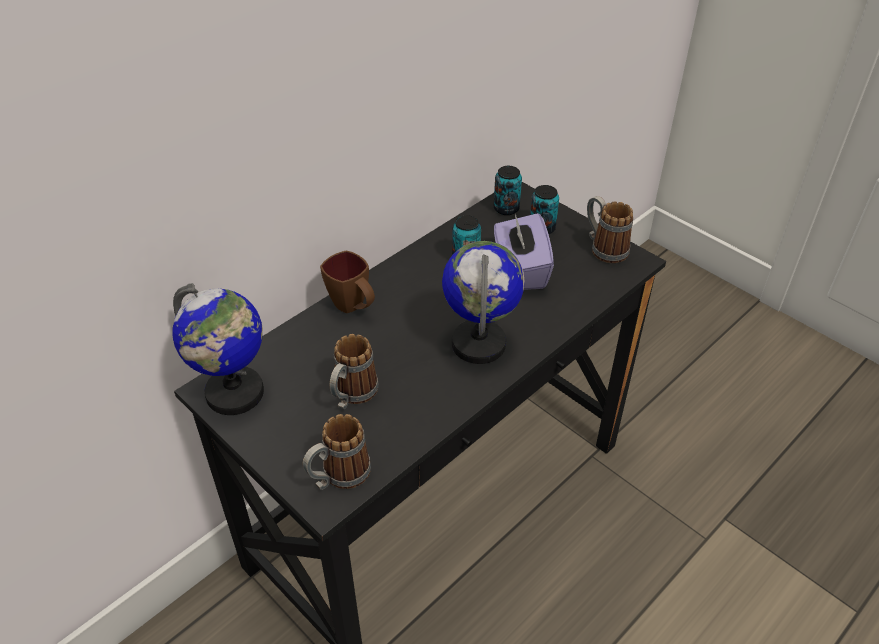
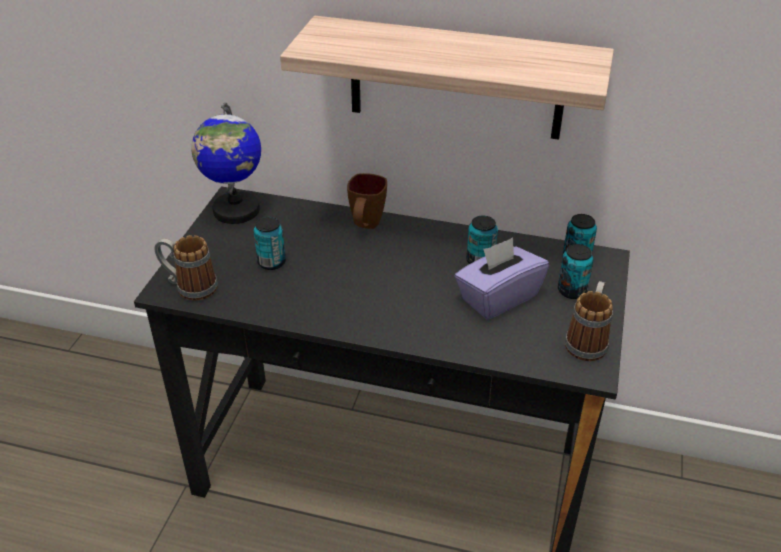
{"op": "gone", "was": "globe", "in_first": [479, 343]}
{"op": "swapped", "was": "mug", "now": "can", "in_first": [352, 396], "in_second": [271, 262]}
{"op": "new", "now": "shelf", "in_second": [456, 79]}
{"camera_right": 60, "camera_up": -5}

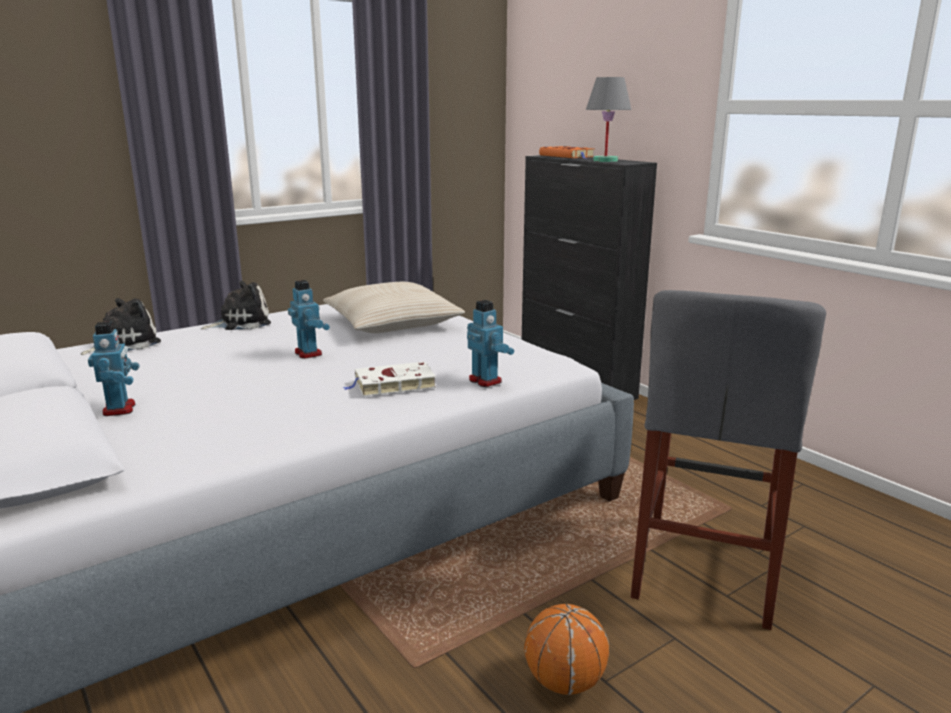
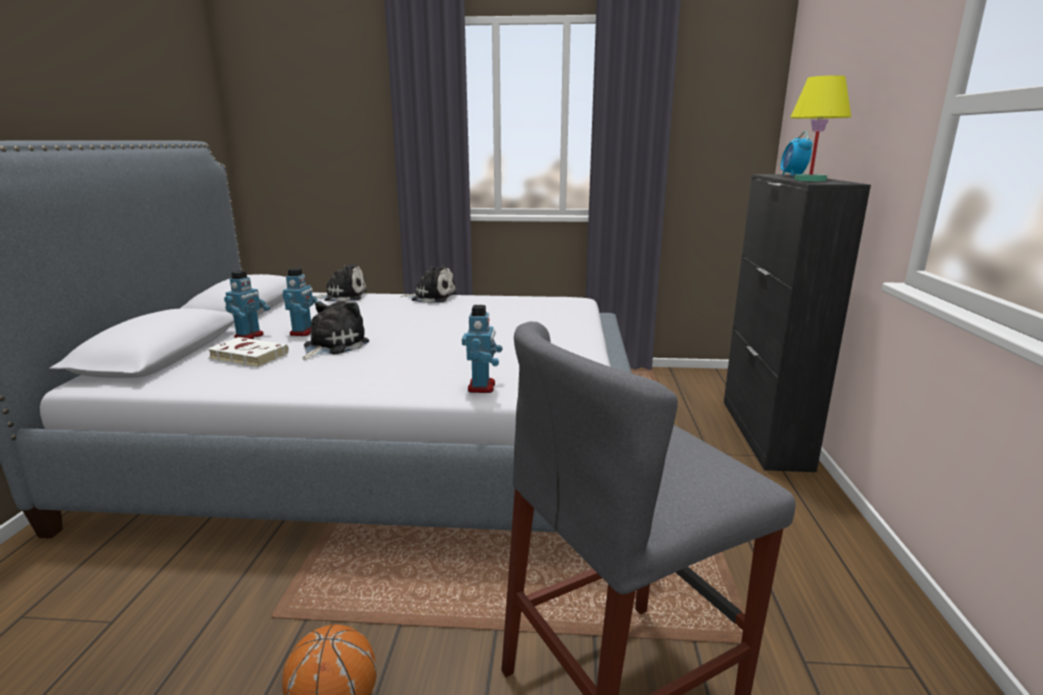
{"op": "repainted", "was": "table lamp in grey", "now": "table lamp in yellow", "in_first": [605, 160], "in_second": [810, 180]}
{"op": "swapped", "was": "book in orange", "now": "alarm clock", "in_first": [568, 156], "in_second": [793, 176]}
{"op": "shifted", "was": "toy robot", "in_first": [309, 353], "in_second": [303, 332]}
{"op": "gone", "was": "pillow in beige", "in_first": [392, 323]}
{"op": "shifted", "was": "book in white", "in_first": [392, 384], "in_second": [247, 356]}
{"op": "new", "now": "plush toy", "in_second": [332, 346]}
{"camera_right": 40, "camera_up": 0}

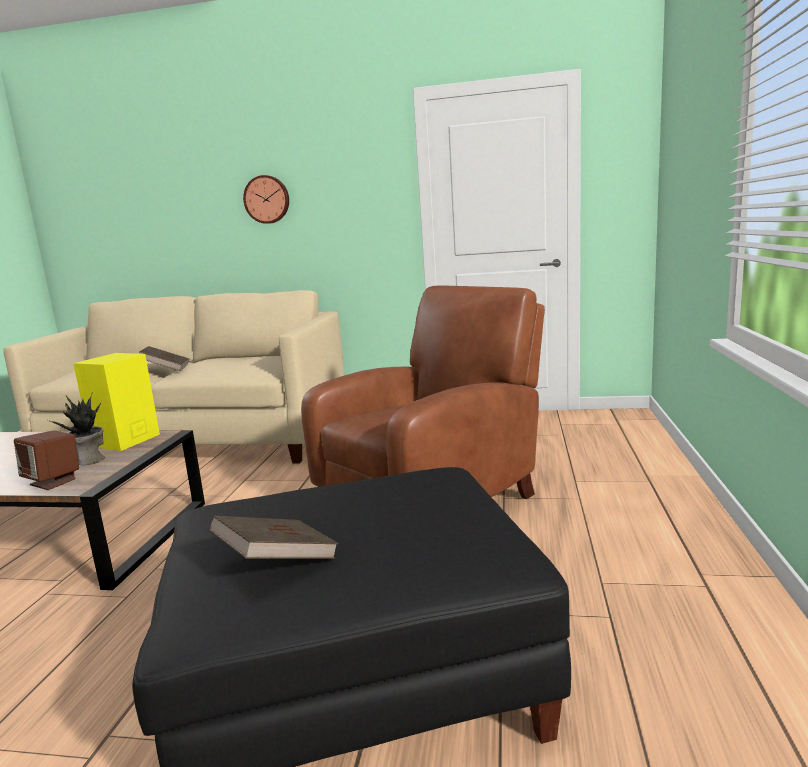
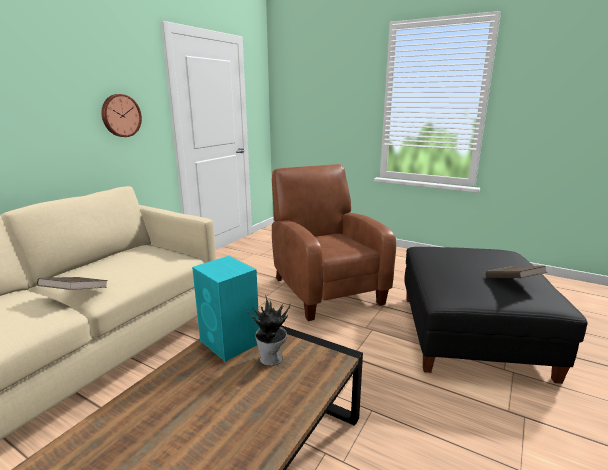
{"op": "shifted", "was": "wall clock", "in_first": [267, 199], "in_second": [120, 115]}
{"op": "repainted", "was": "speaker in yellow", "now": "speaker in turquoise", "in_first": [124, 441], "in_second": [230, 342]}
{"op": "gone", "was": "speaker in brown", "in_first": [54, 481]}
{"camera_right": -70, "camera_up": 5}

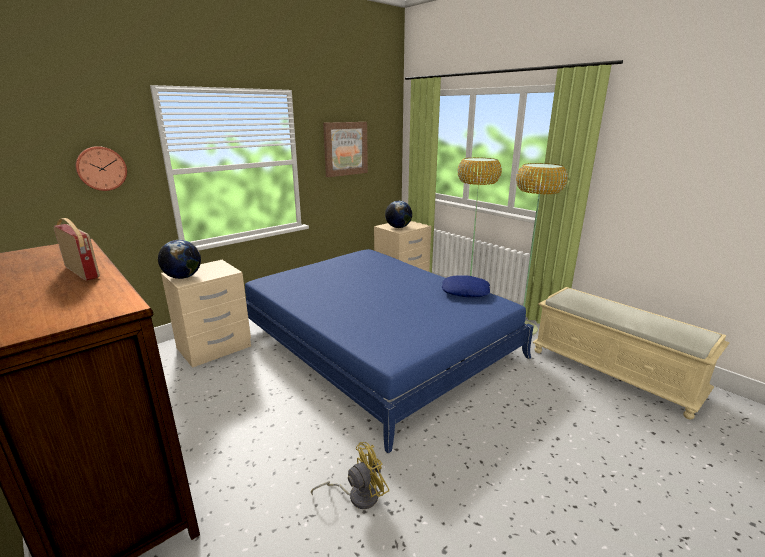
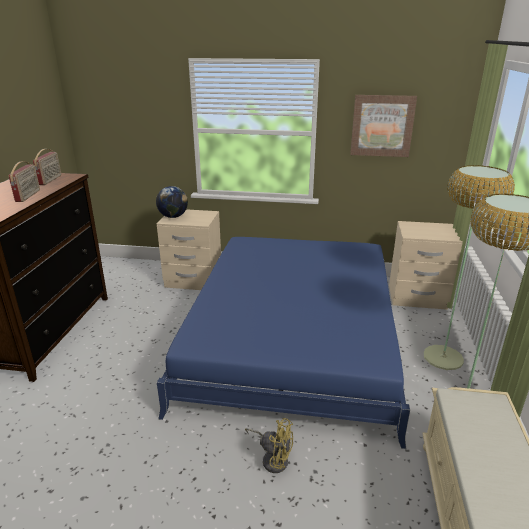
{"op": "gone", "was": "wall clock", "in_first": [101, 168]}
{"op": "gone", "was": "globe", "in_first": [398, 227]}
{"op": "gone", "was": "pillow in blue", "in_first": [465, 291]}
{"op": "shifted", "was": "fan in yellow", "in_first": [357, 495], "in_second": [273, 458]}
{"op": "new", "now": "radio", "in_second": [50, 180]}
{"camera_right": 50, "camera_up": 5}

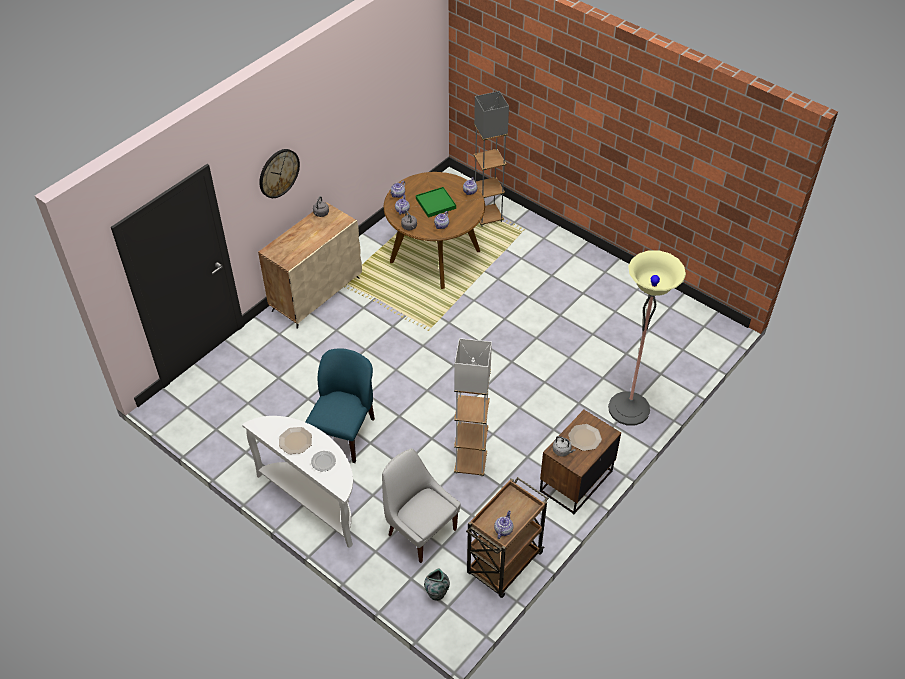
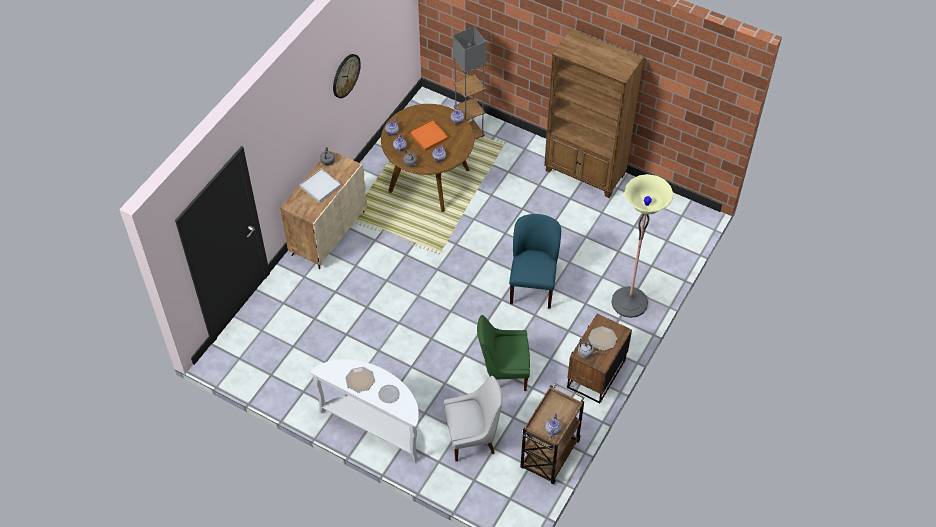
{"op": "shifted", "was": "wall clock", "in_first": [278, 173], "in_second": [345, 75]}
{"op": "repainted", "was": "tray in green", "now": "tray in orange", "in_first": [435, 203], "in_second": [428, 136]}
{"op": "swapped", "was": "floor lamp in white", "now": "chair in green", "in_first": [470, 464], "in_second": [503, 372]}
{"op": "shifted", "was": "chair in blue", "in_first": [344, 433], "in_second": [532, 285]}
{"op": "rotated", "was": "chair in white", "in_first": [420, 530], "in_second": [472, 438], "clockwise": 135}
{"op": "gone", "was": "vase", "in_first": [437, 593]}
{"op": "new", "now": "bookcase in brown", "in_second": [585, 173]}
{"op": "new", "now": "tray in white", "in_second": [320, 187]}
{"camera_right": -10, "camera_up": 5}

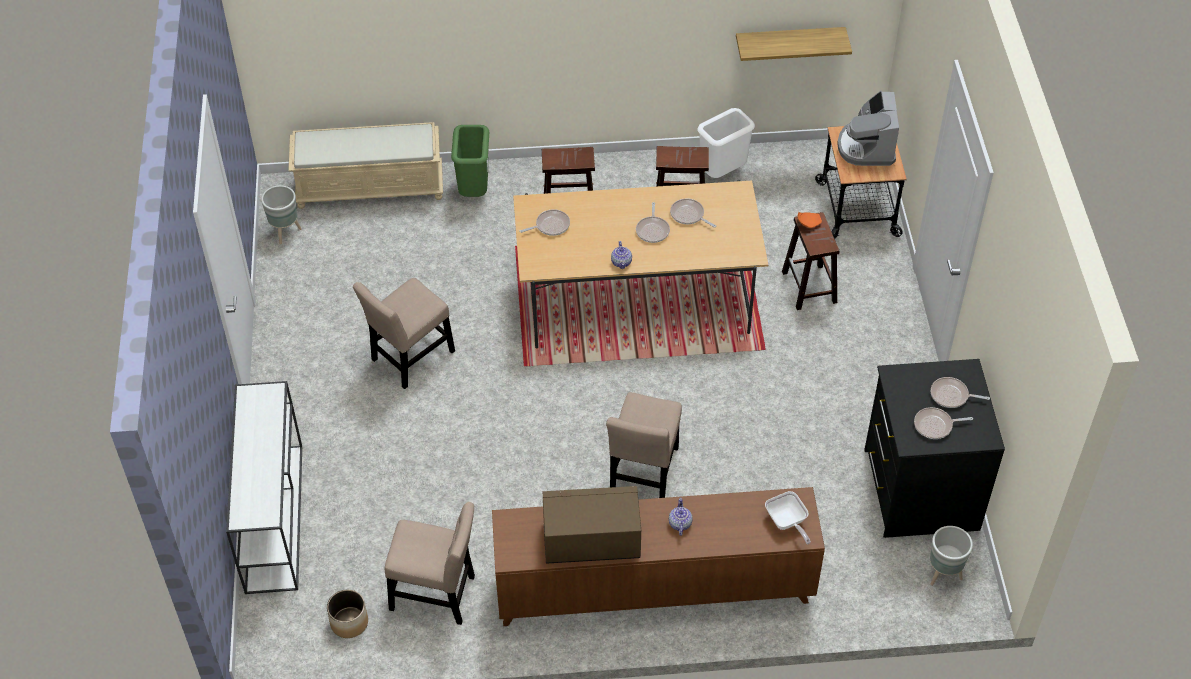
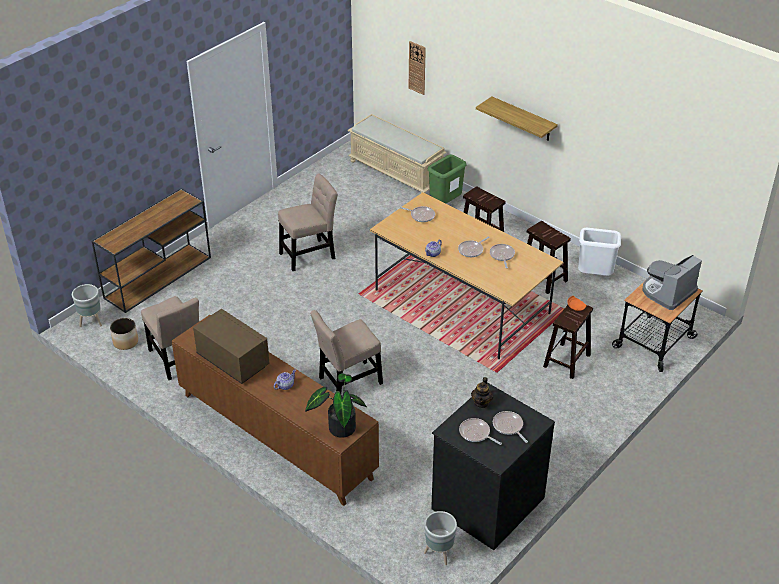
{"op": "shifted", "was": "shelf", "in_first": [789, 41], "in_second": [523, 119]}
{"op": "shifted", "was": "planter in grey", "in_first": [285, 232], "in_second": [91, 322]}
{"op": "rotated", "was": "chair in beige", "in_first": [410, 358], "in_second": [310, 254], "clockwise": 150}
{"op": "repainted", "was": "console table in white", "now": "console table in brown", "in_first": [274, 516], "in_second": [159, 277]}
{"op": "swapped", "was": "frying pan", "now": "potted plant", "in_first": [787, 523], "in_second": [339, 427]}
{"op": "new", "now": "wall clock", "in_second": [417, 67]}
{"op": "new", "now": "teapot", "in_second": [481, 403]}
{"camera_right": 45, "camera_up": -10}

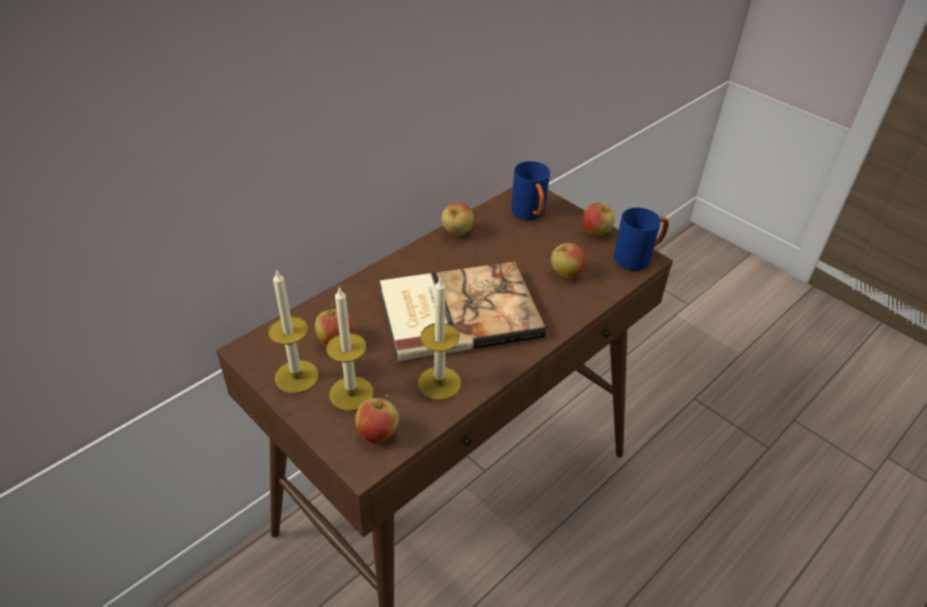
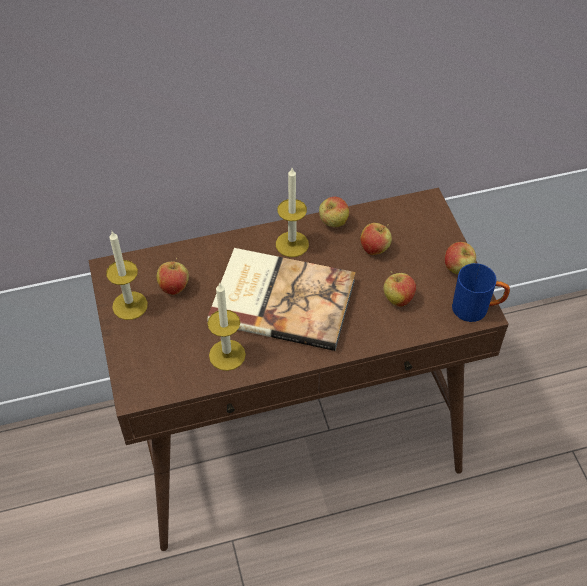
{"op": "gone", "was": "mug in blue", "in_first": [530, 215]}
{"op": "shifted", "was": "candle", "in_first": [351, 393], "in_second": [292, 244]}
{"op": "shifted", "was": "apple", "in_first": [378, 434], "in_second": [374, 249]}
{"camera_right": 30, "camera_up": 10}

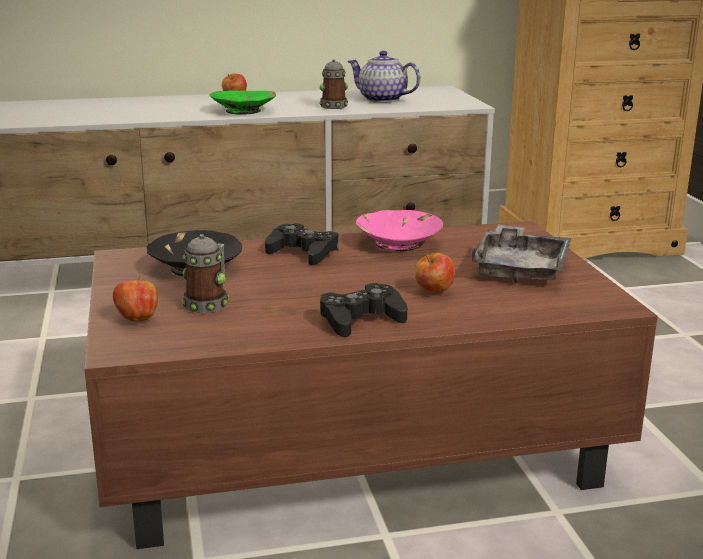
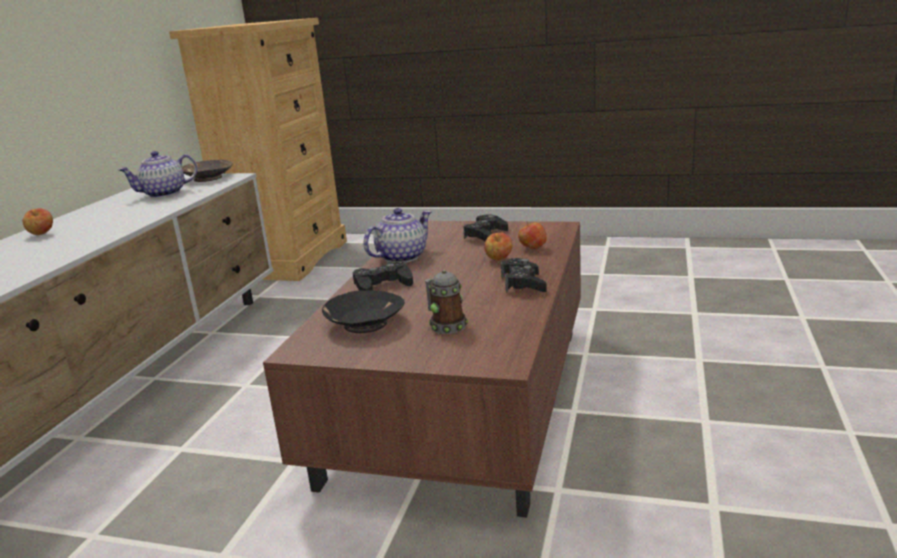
{"op": "gone", "was": "mug", "in_first": [332, 106]}
{"op": "gone", "was": "bowl in green", "in_first": [243, 111]}
{"op": "swapped", "was": "bowl in pink", "now": "teapot", "in_first": [398, 243], "in_second": [401, 257]}
{"op": "swapped", "was": "tray in grey", "now": "game controller in black", "in_first": [520, 269], "in_second": [486, 235]}
{"op": "shifted", "was": "apple", "in_first": [137, 319], "in_second": [532, 248]}
{"op": "new", "now": "bowl in brown", "in_second": [207, 178]}
{"camera_right": -60, "camera_up": 0}

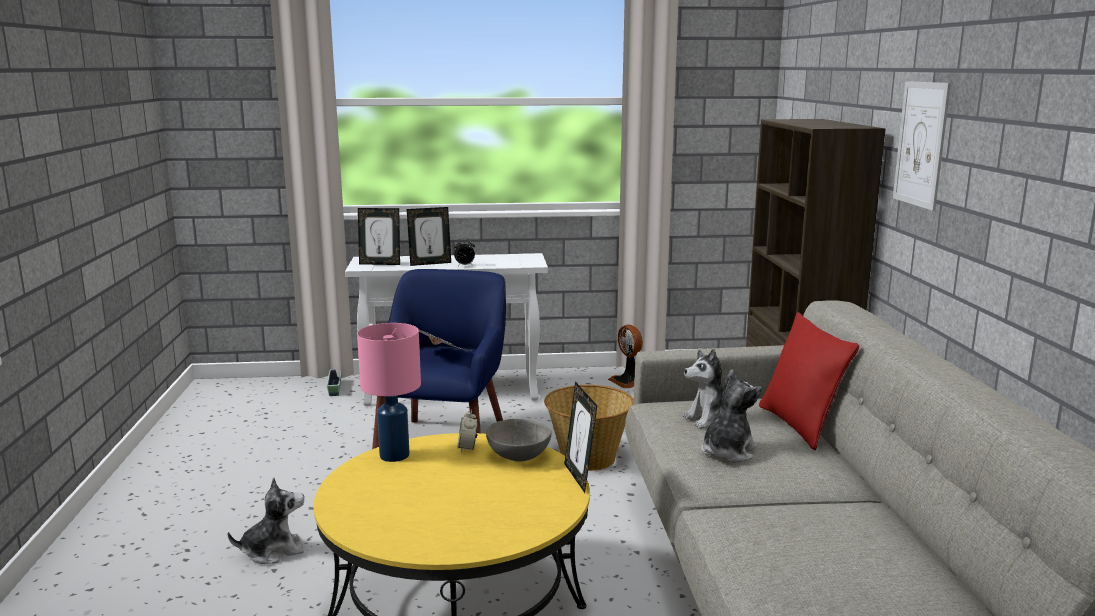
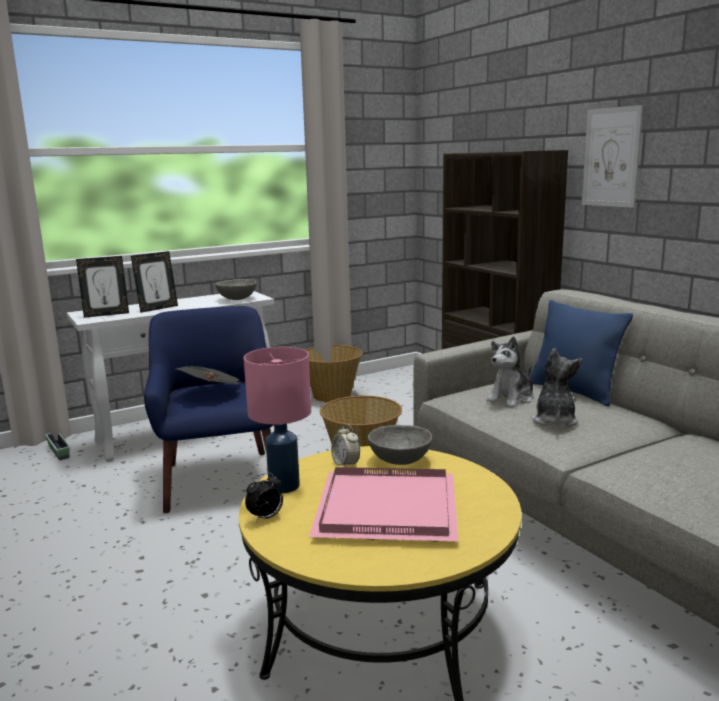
{"op": "shifted", "was": "alarm clock", "in_first": [464, 265], "in_second": [266, 518]}
{"op": "repainted", "was": "pillow in red", "now": "pillow in blue", "in_first": [799, 426], "in_second": [574, 391]}
{"op": "swapped", "was": "fan", "now": "basket", "in_first": [627, 381], "in_second": [332, 395]}
{"op": "gone", "was": "picture frame", "in_first": [579, 477]}
{"op": "gone", "was": "plush toy", "in_first": [273, 551]}
{"op": "new", "now": "bowl in grey", "in_second": [236, 299]}
{"op": "new", "now": "tray in pink", "in_second": [384, 507]}
{"camera_right": -25, "camera_up": 0}

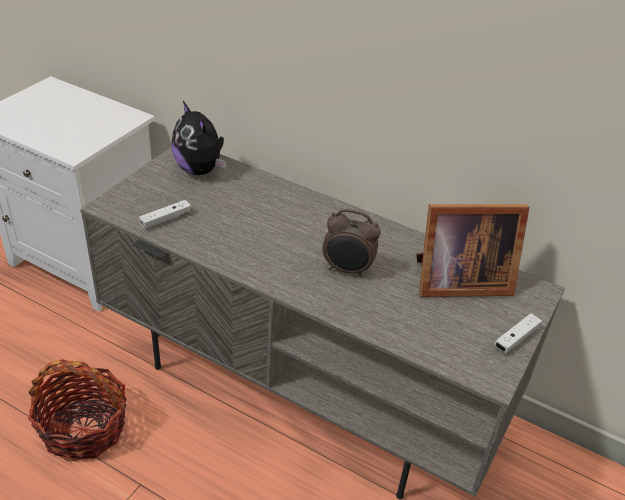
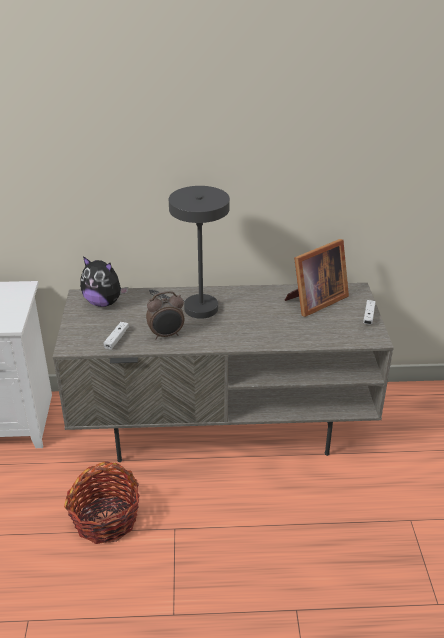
{"op": "shifted", "was": "alarm clock", "in_first": [347, 270], "in_second": [166, 335]}
{"op": "new", "now": "table lamp in grey", "in_second": [195, 307]}
{"camera_right": -30, "camera_up": -5}

